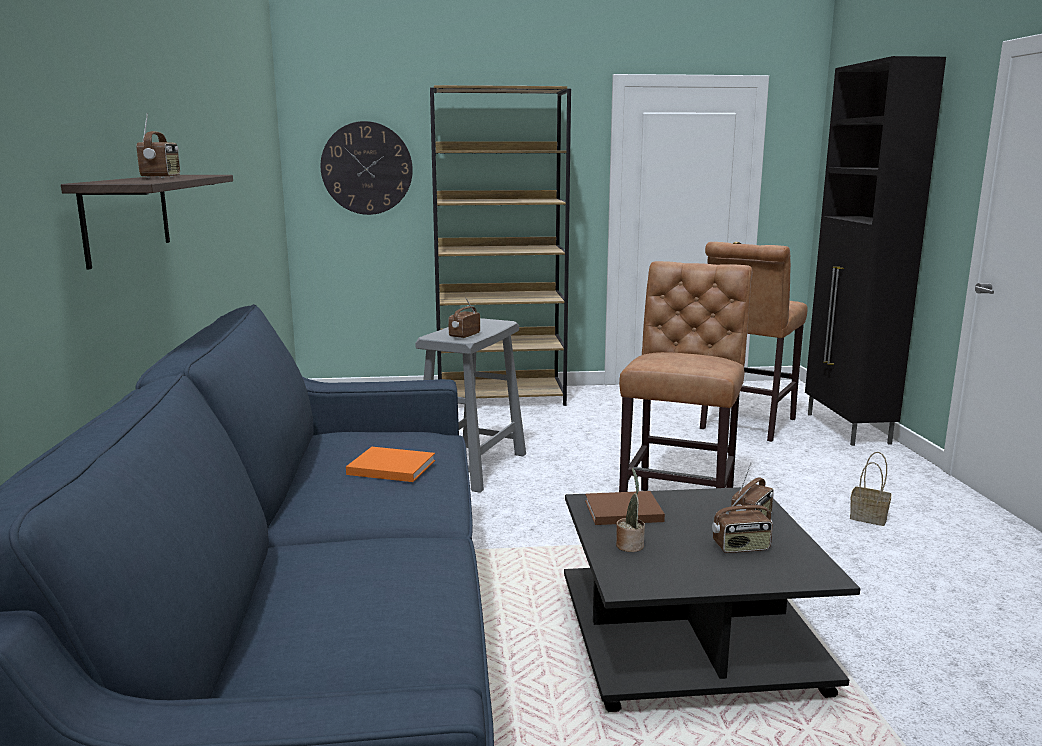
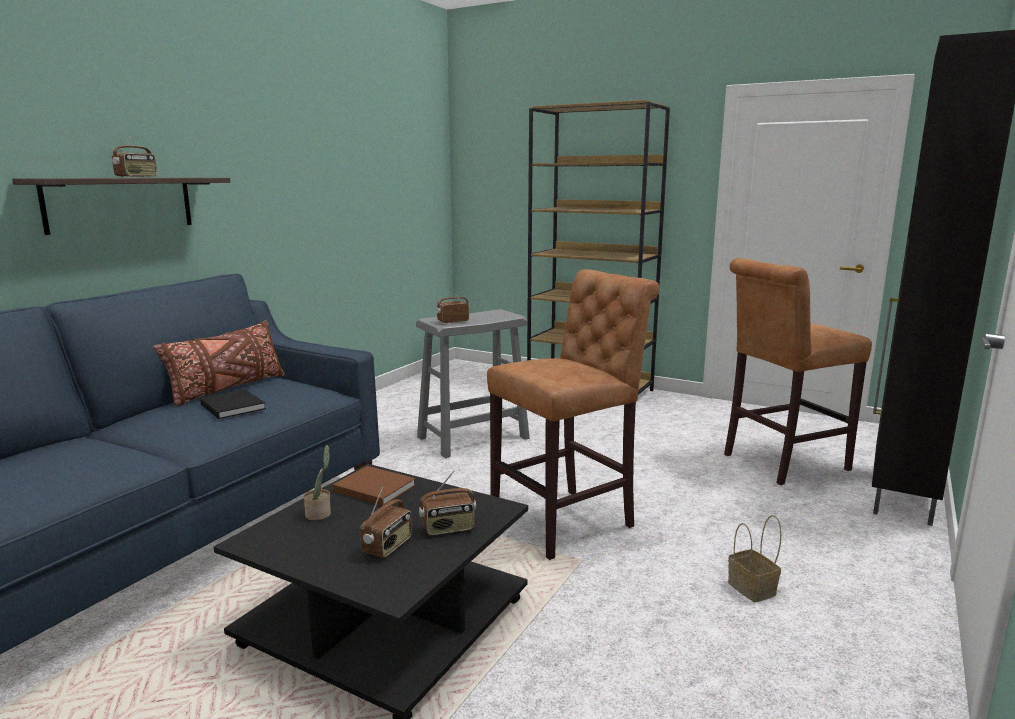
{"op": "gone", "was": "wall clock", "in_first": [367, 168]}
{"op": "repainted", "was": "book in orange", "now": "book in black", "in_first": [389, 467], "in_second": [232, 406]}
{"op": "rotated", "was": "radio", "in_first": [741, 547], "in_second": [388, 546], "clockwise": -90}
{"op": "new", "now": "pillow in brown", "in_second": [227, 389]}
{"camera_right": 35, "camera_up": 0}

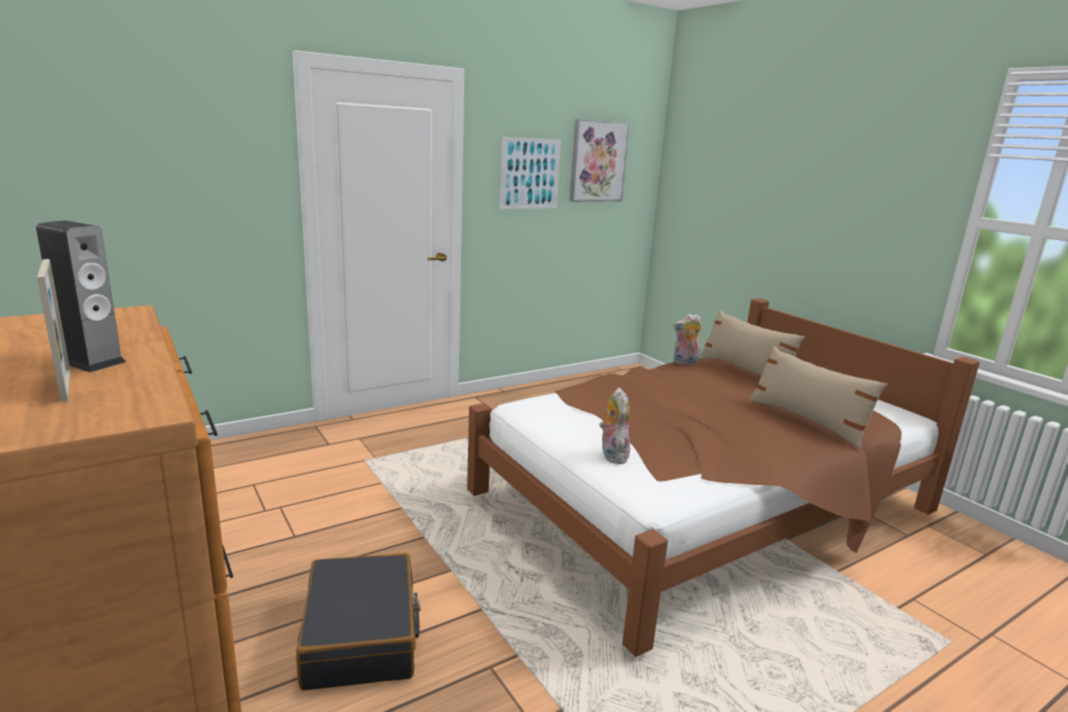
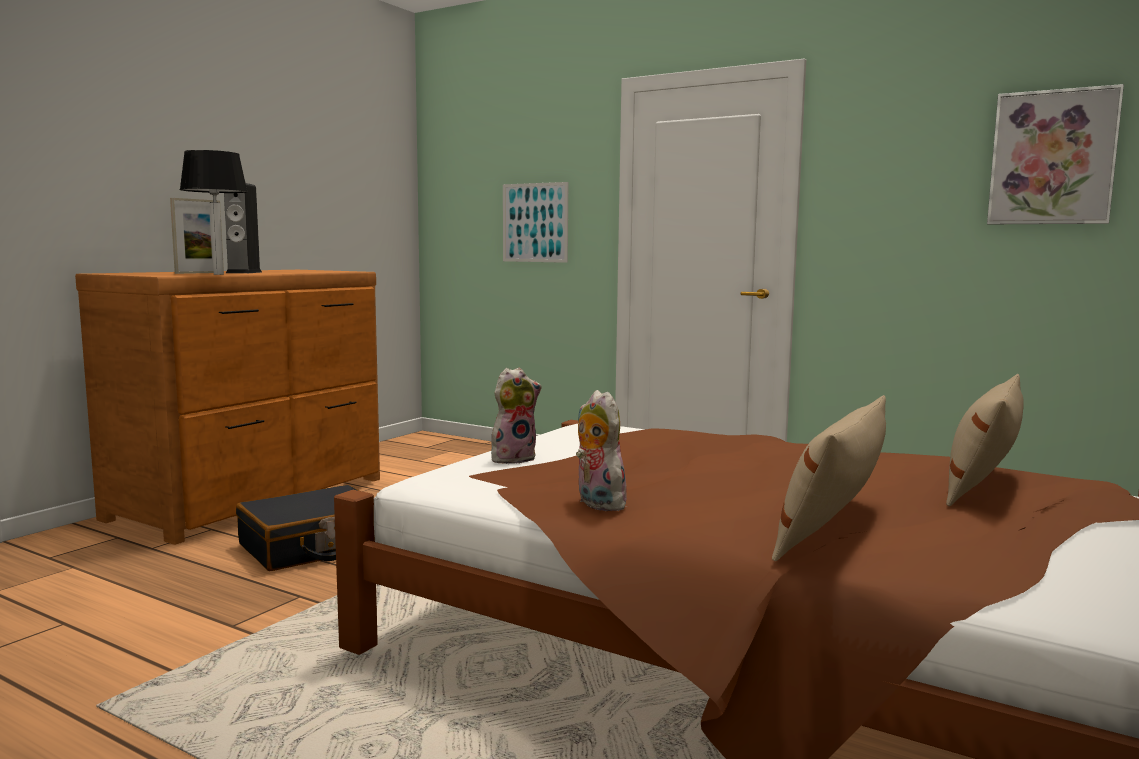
{"op": "shifted", "was": "picture", "in_first": [530, 174], "in_second": [535, 222]}
{"op": "shifted", "was": "plush toy", "in_first": [685, 363], "in_second": [596, 503]}
{"op": "new", "now": "table lamp", "in_second": [219, 274]}
{"camera_right": 65, "camera_up": -10}

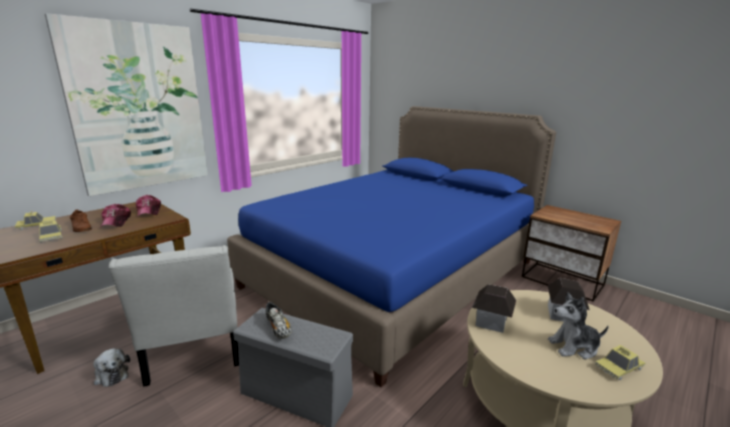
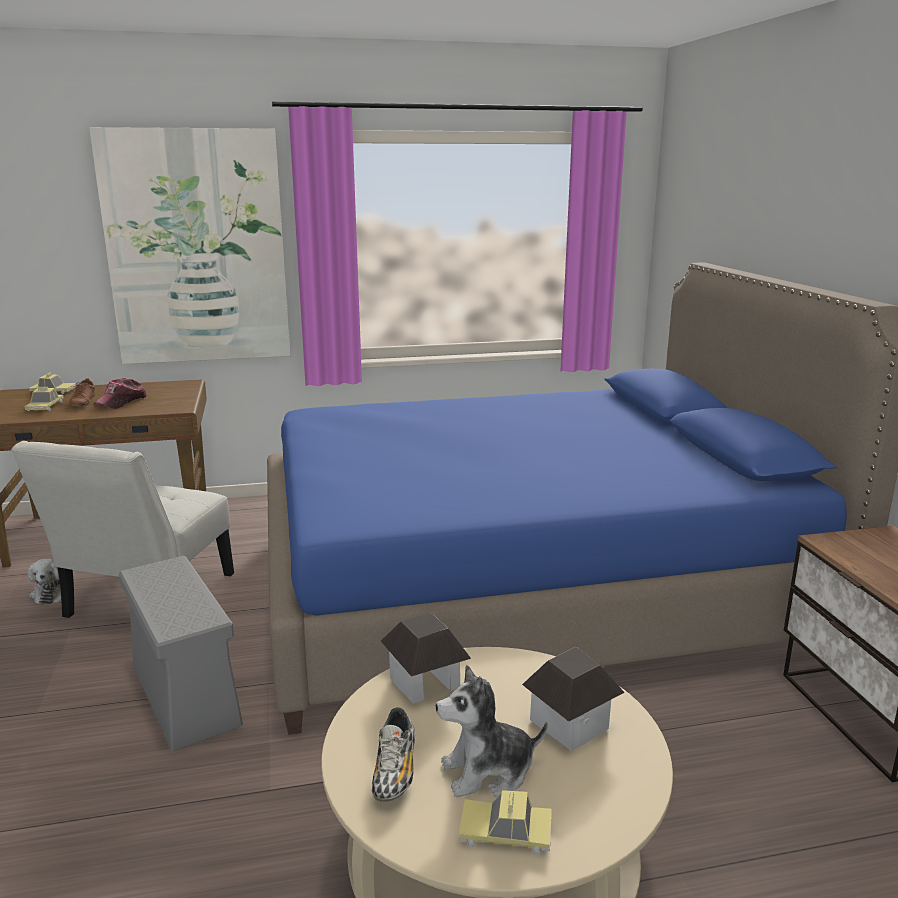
{"op": "gone", "was": "cap", "in_first": [149, 211]}
{"op": "rotated", "was": "plush toy", "in_first": [574, 347], "in_second": [488, 772], "clockwise": -45}
{"op": "shifted", "was": "shoe", "in_first": [278, 328], "in_second": [395, 771]}
{"camera_right": 35, "camera_up": 0}

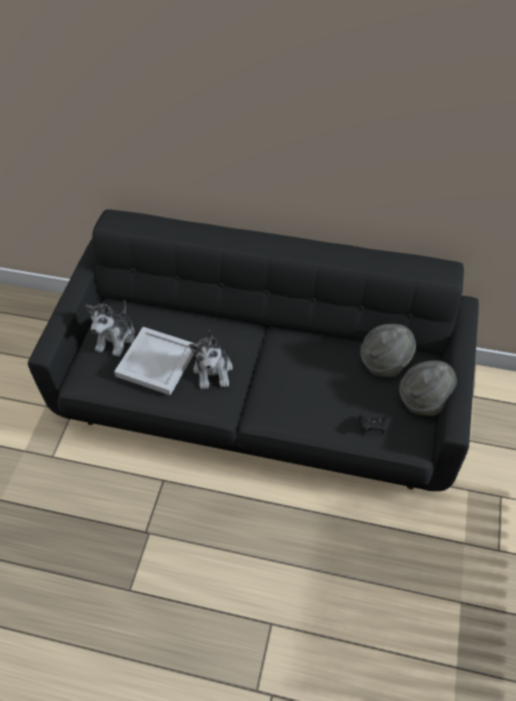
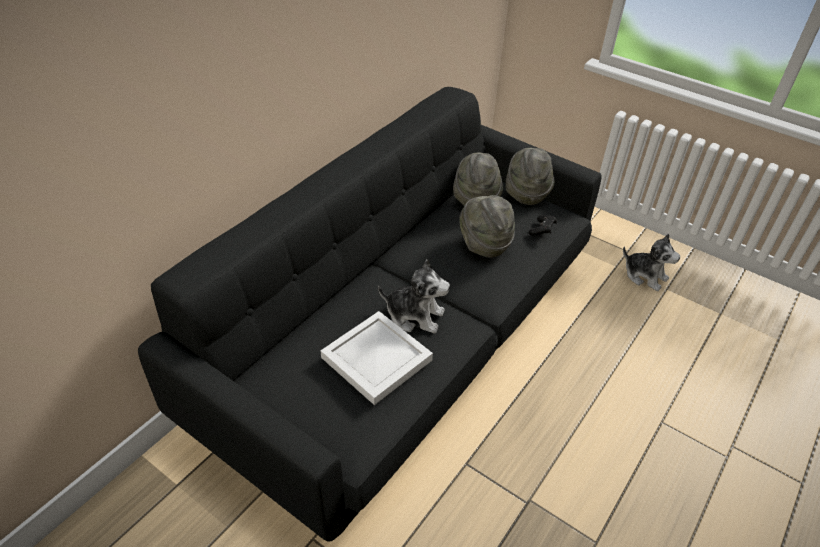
{"op": "shifted", "was": "plush toy", "in_first": [116, 338], "in_second": [645, 276]}
{"op": "new", "now": "hat in grey", "in_second": [484, 244]}
{"camera_right": -70, "camera_up": -10}

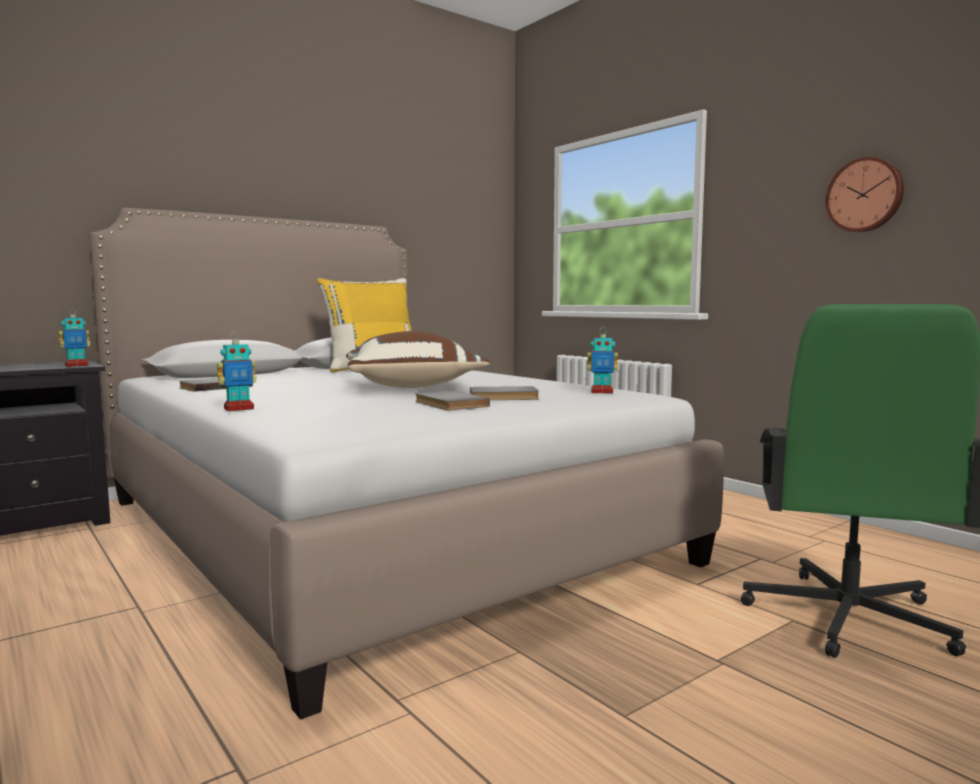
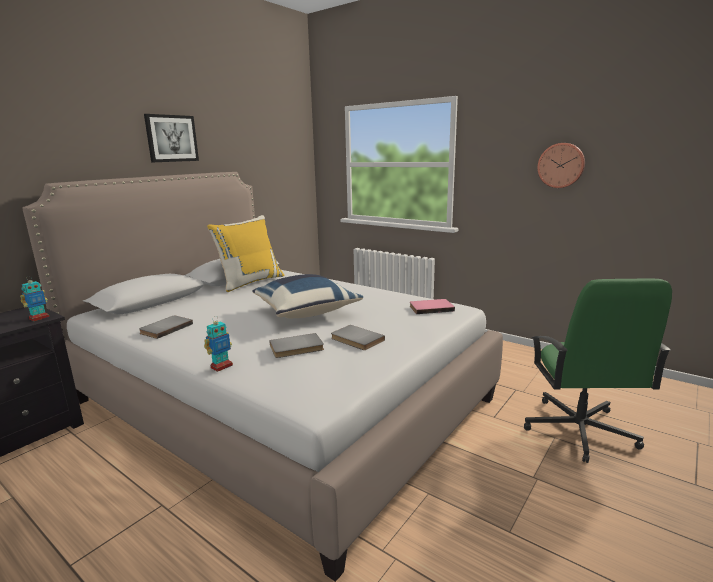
{"op": "swapped", "was": "toy robot", "now": "book in pink", "in_first": [601, 392], "in_second": [431, 308]}
{"op": "repainted", "was": "pillow in brown", "now": "pillow in blue", "in_first": [412, 386], "in_second": [306, 312]}
{"op": "shifted", "was": "book in grey", "in_first": [504, 397], "in_second": [297, 348]}
{"op": "new", "now": "picture", "in_second": [171, 138]}
{"camera_right": -15, "camera_up": 10}

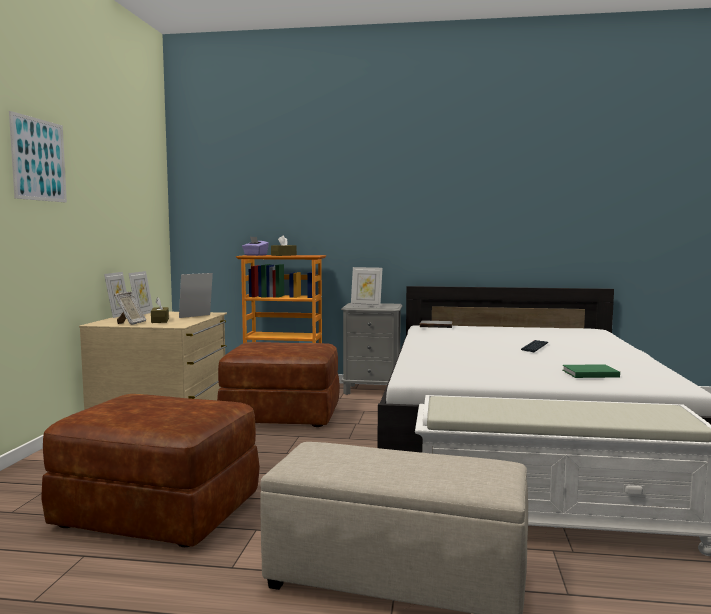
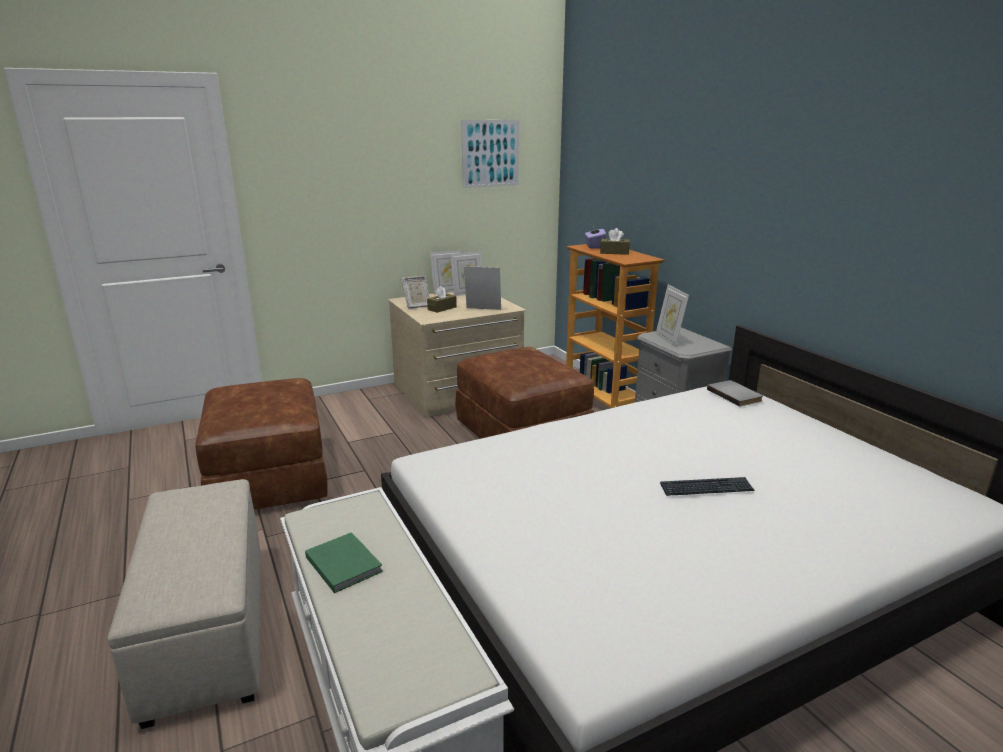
{"op": "shifted", "was": "picture", "in_first": [39, 159], "in_second": [490, 153]}
{"op": "shifted", "was": "book in green", "in_first": [588, 373], "in_second": [343, 563]}
{"camera_right": 55, "camera_up": 15}

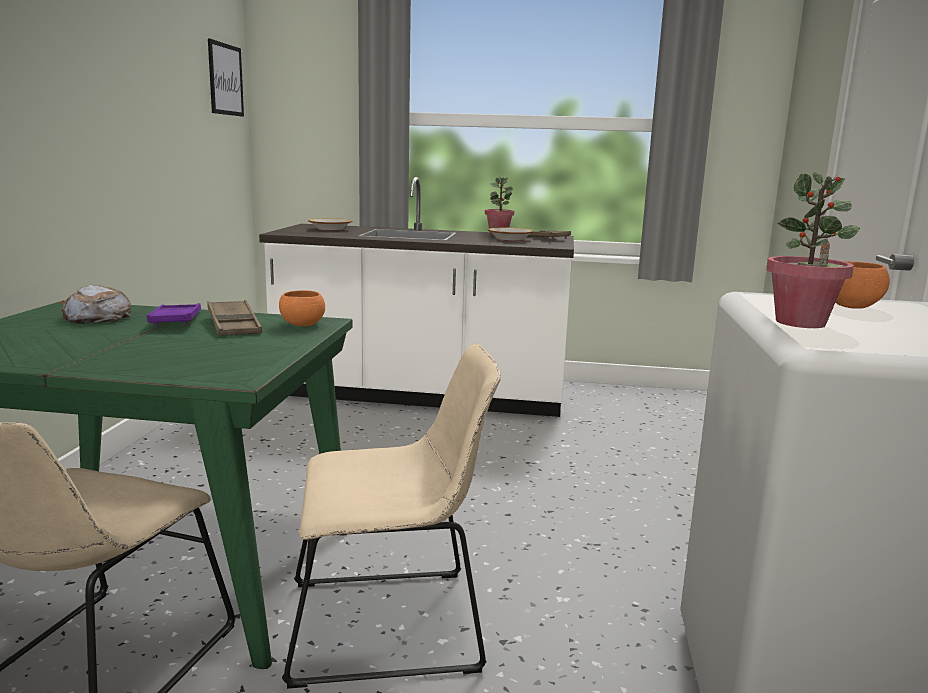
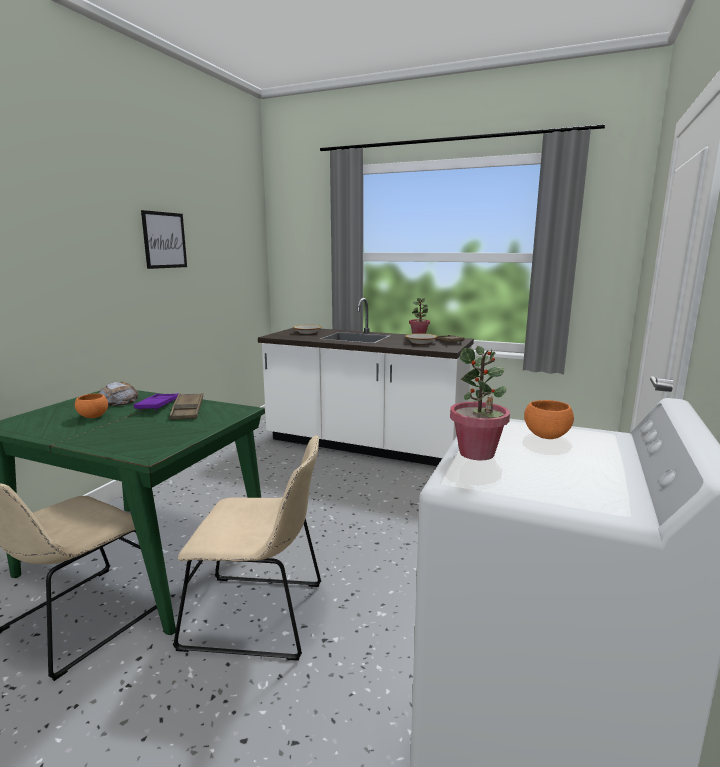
{"op": "shifted", "was": "picture", "in_first": [225, 79], "in_second": [164, 240]}
{"op": "shifted", "was": "bowl in orange", "in_first": [302, 325], "in_second": [93, 416]}
{"camera_right": 15, "camera_up": 0}

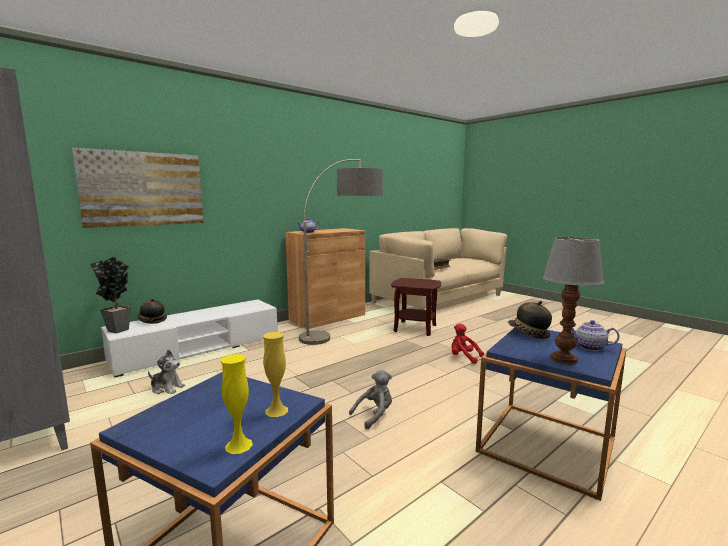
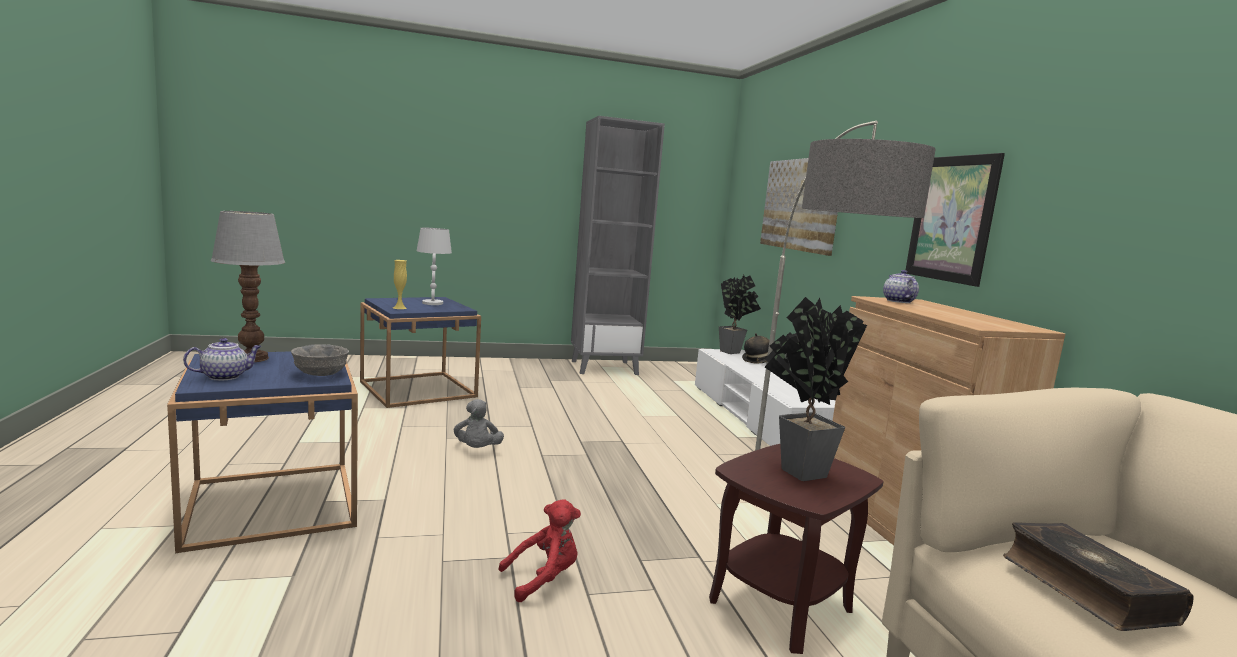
{"op": "swapped", "was": "hat", "now": "bowl in grey", "in_first": [528, 333], "in_second": [319, 374]}
{"op": "gone", "was": "plush toy", "in_first": [167, 388]}
{"op": "gone", "was": "vase in yellow", "in_first": [238, 445]}
{"op": "new", "now": "picture", "in_second": [951, 218]}
{"op": "new", "now": "table lamp in white", "in_second": [432, 303]}
{"op": "new", "now": "potted plant", "in_second": [795, 472]}
{"camera_right": 115, "camera_up": 0}

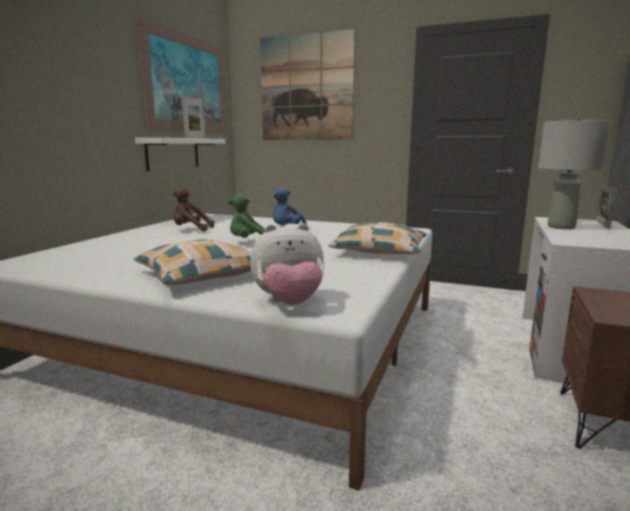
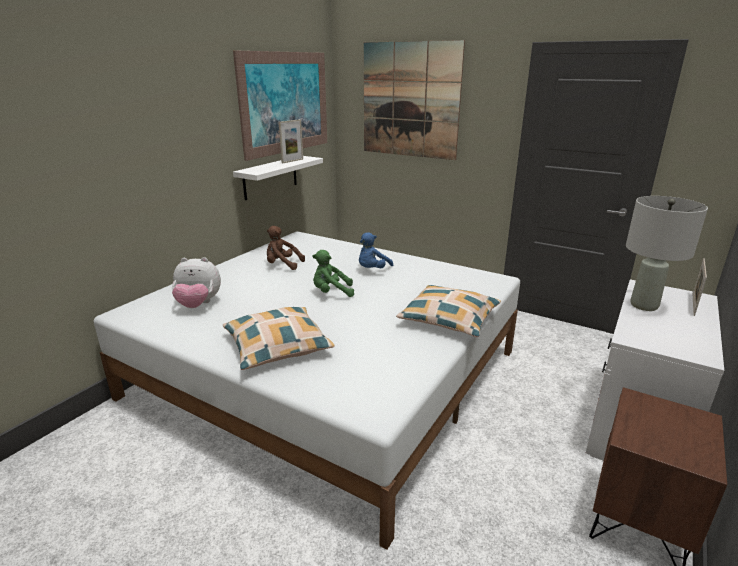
{"op": "shifted", "was": "plush toy", "in_first": [289, 303], "in_second": [198, 304]}
{"camera_right": 10, "camera_up": 10}

